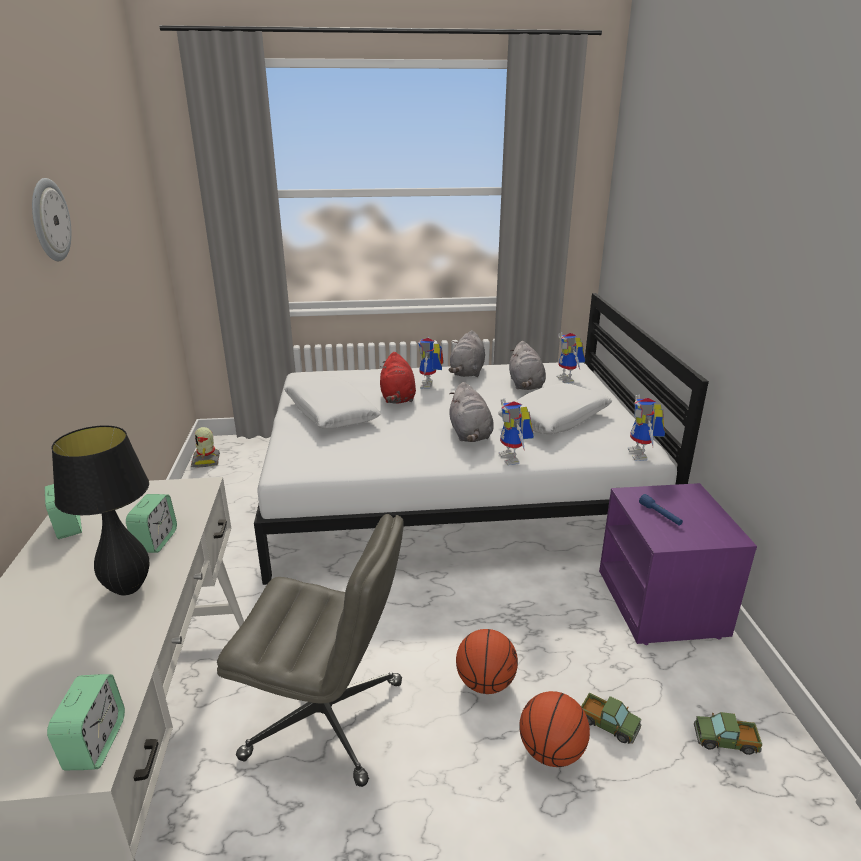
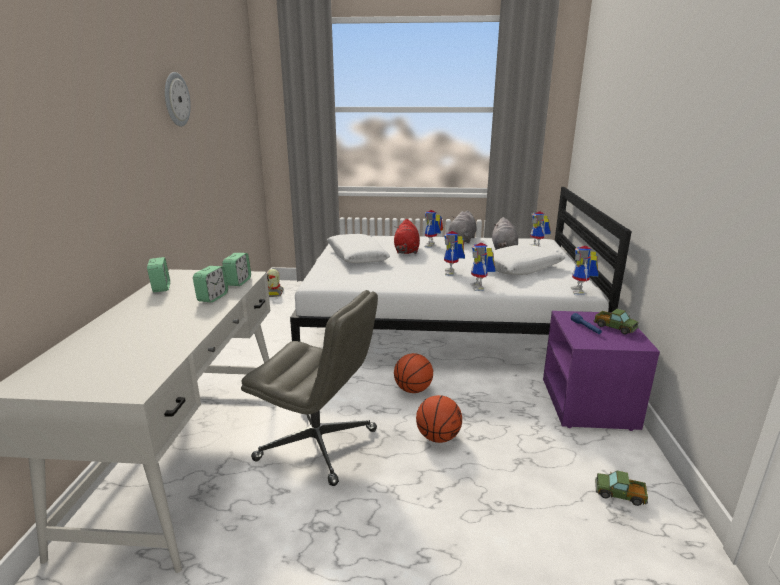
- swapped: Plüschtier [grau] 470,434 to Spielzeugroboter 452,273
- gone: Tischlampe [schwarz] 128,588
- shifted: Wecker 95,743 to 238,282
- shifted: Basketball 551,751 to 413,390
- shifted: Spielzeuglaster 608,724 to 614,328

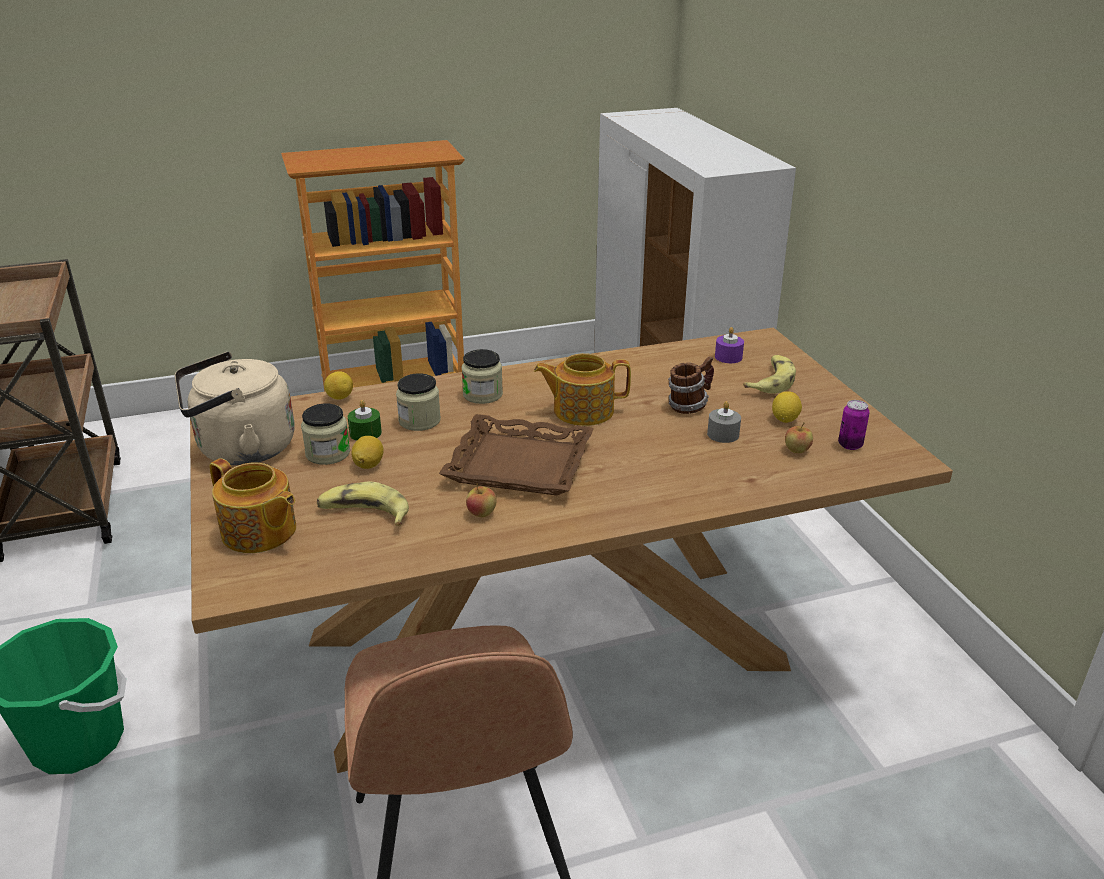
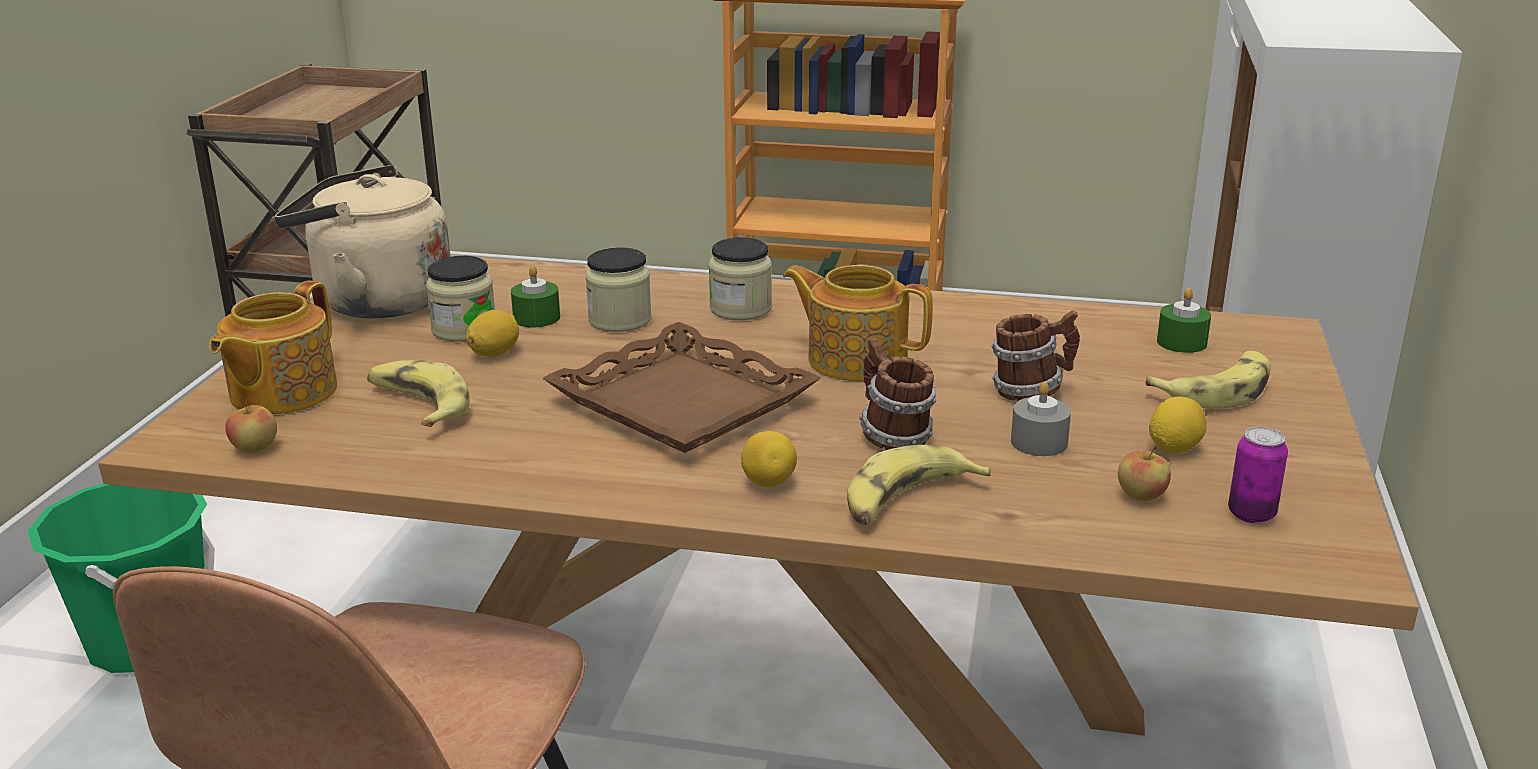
- repainted: Kerze [lila] 728,357 to Kerze [grün] 1181,342
- shifted: Zitrone 340,397 to 768,483
- rotated: Teekanne 259,532 = 281,393 45 degrees clockwise
- shifted: Apfel 481,513 to 255,448
- new: Henkelbecher 892,437
- new: Banane 907,501

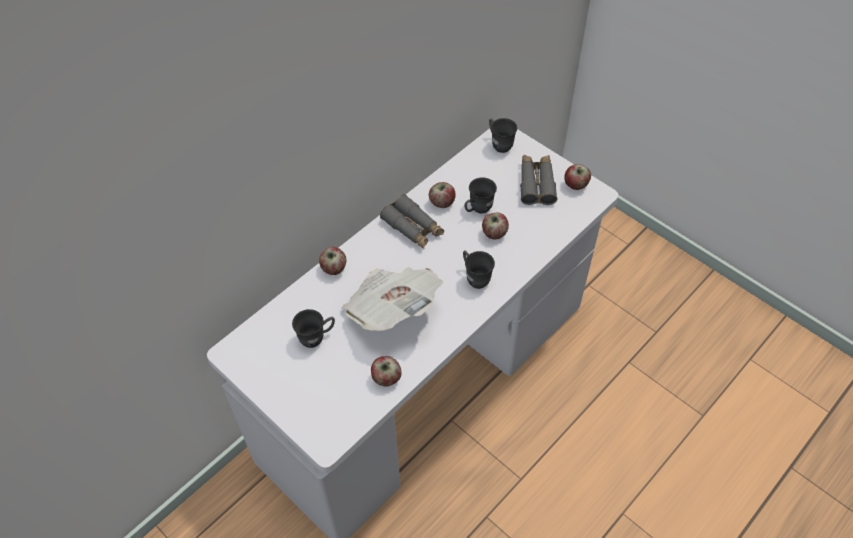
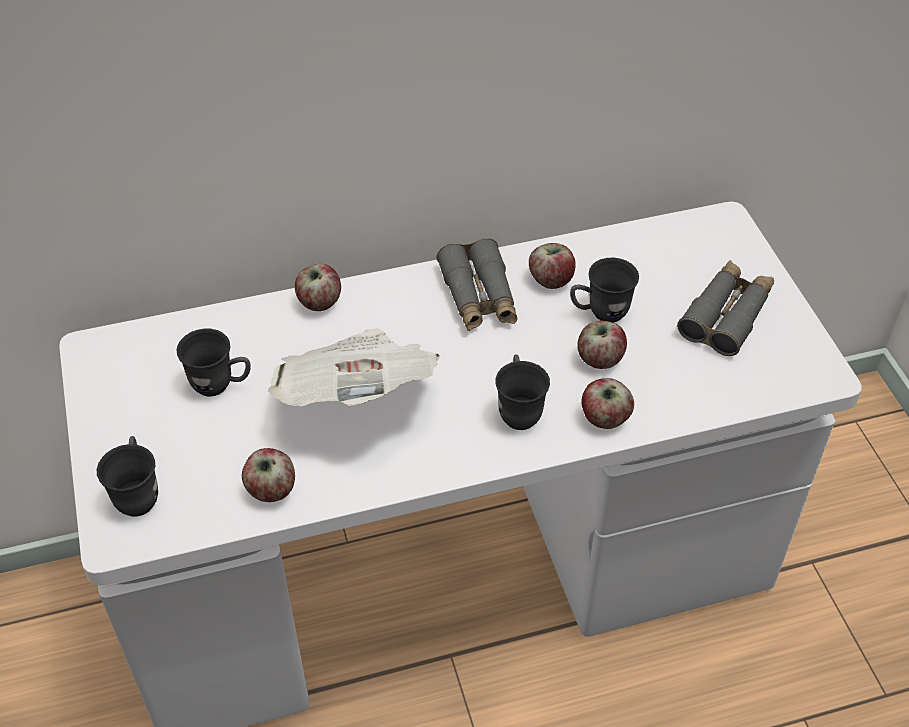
- shifted: Henkelbecher [grau] 499,144 to 138,493
- shifted: Apfel 575,185 to 604,418

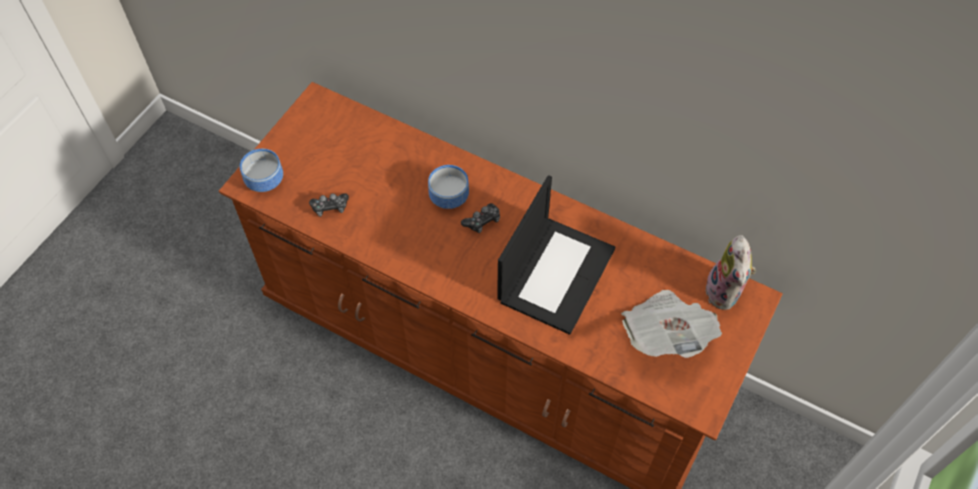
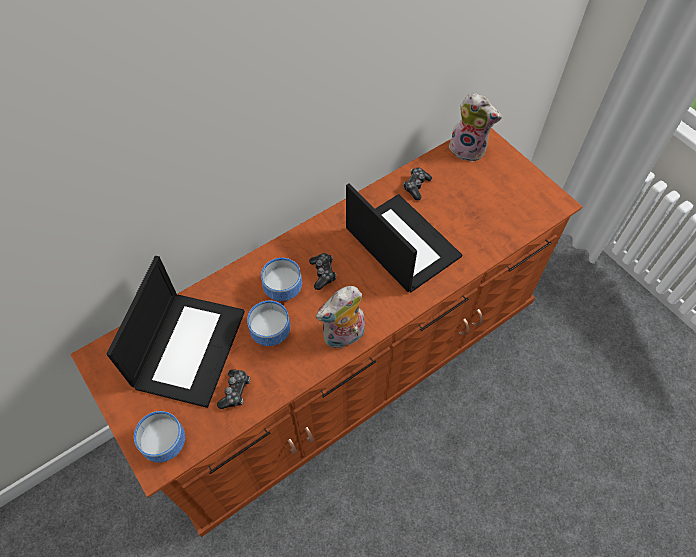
- gone: Zeitung 666,334
- new: Gamepad 416,186
- new: Laptop 189,347
- new: Plüschtier 344,337
- new: Schüssel 269,331

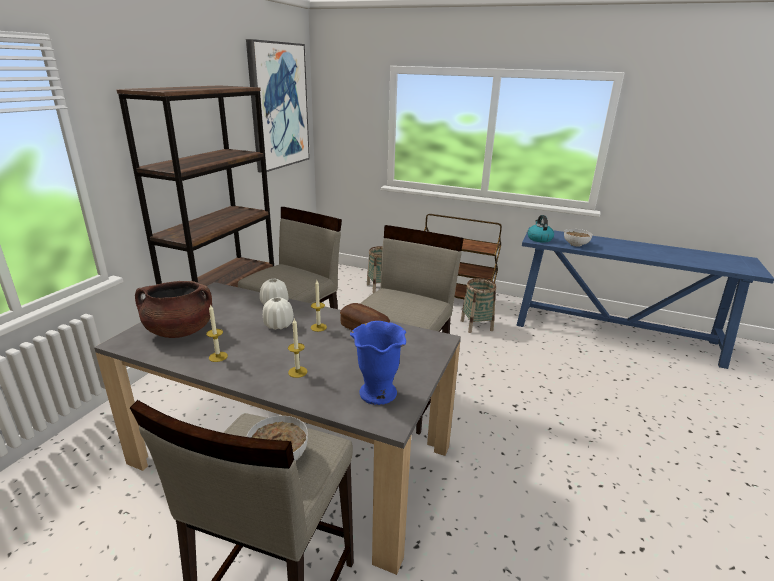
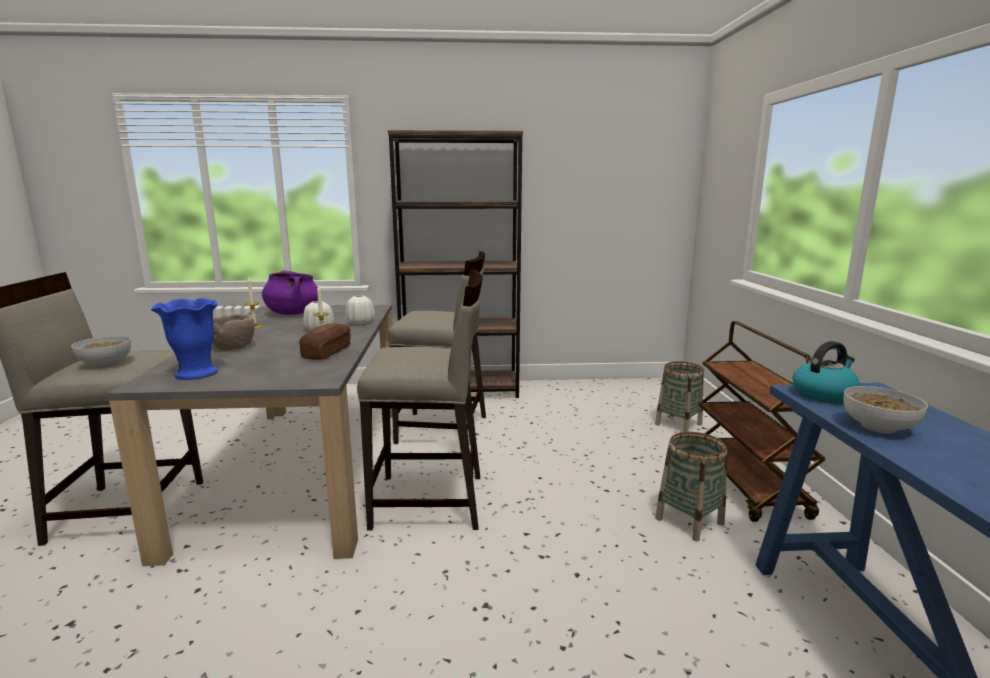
- gone: Bild 278,106
- repainted: Kochtopf [braun] 179,331 to Kochtopf [lila] 293,313
- swapped: Kerze 297,372 to Schüssel [braun] 234,347

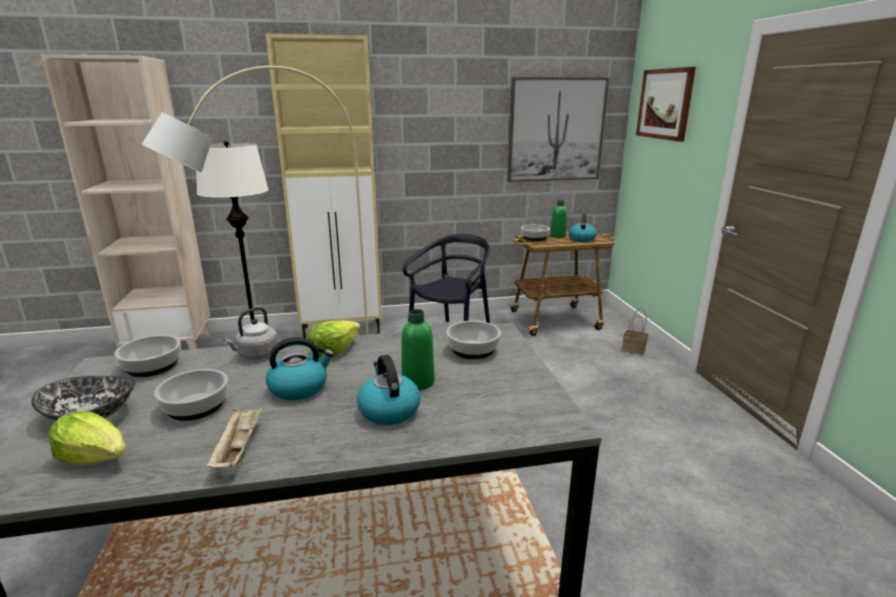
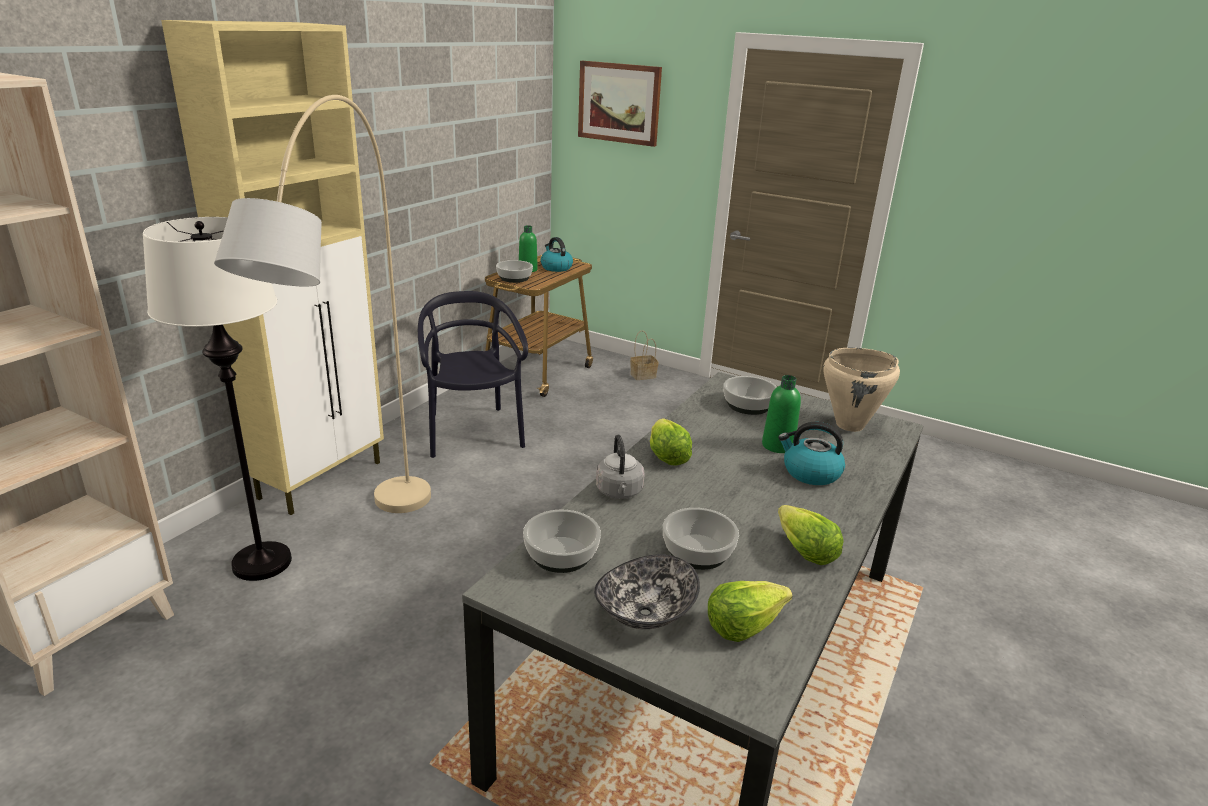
- gone: Bild 556,130
- gone: Wasserkessel 299,388
- swapped: Tablett [beige] 238,449 to Salatkopf 804,551
- new: Kochtopf [beige] 850,425

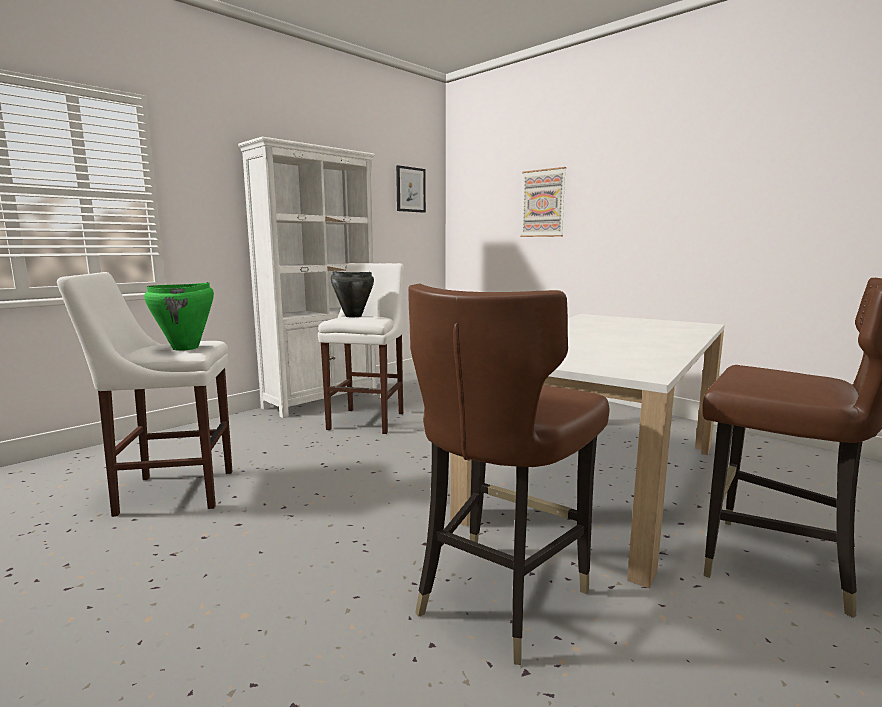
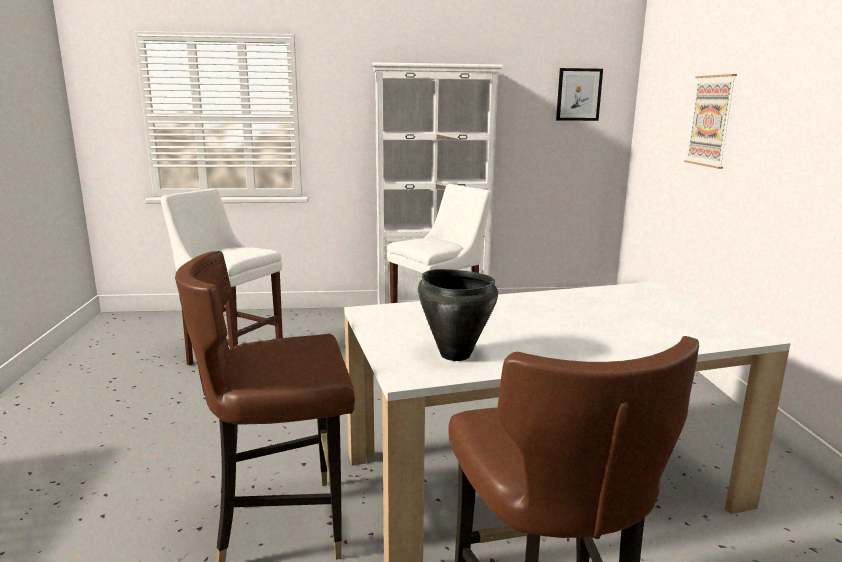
- shifted: Kochtopf [schwarz] 353,316 to 455,354
- gone: Kochtopf [grün] 186,348

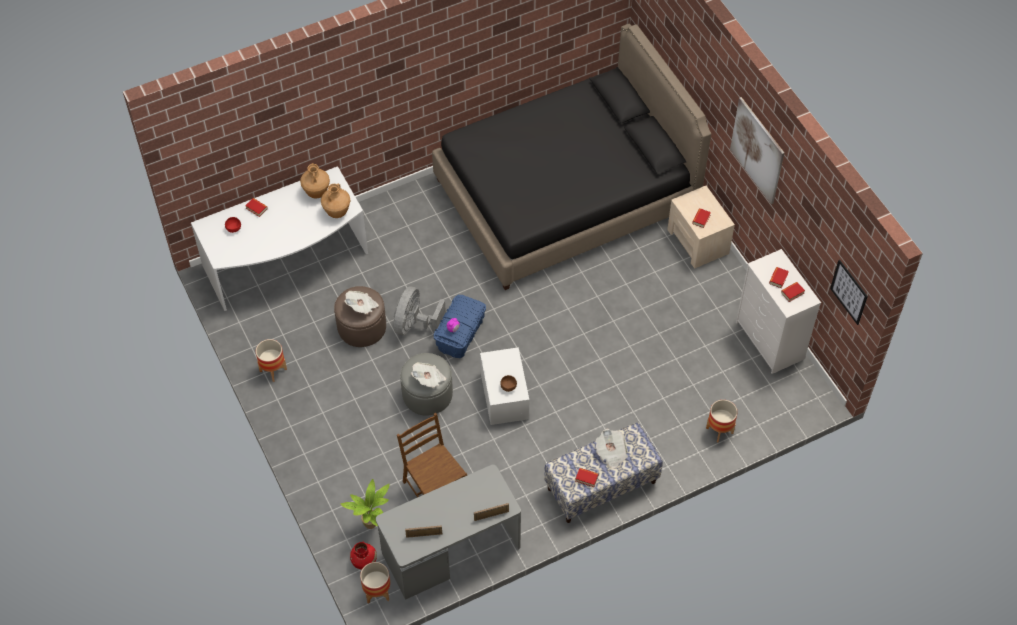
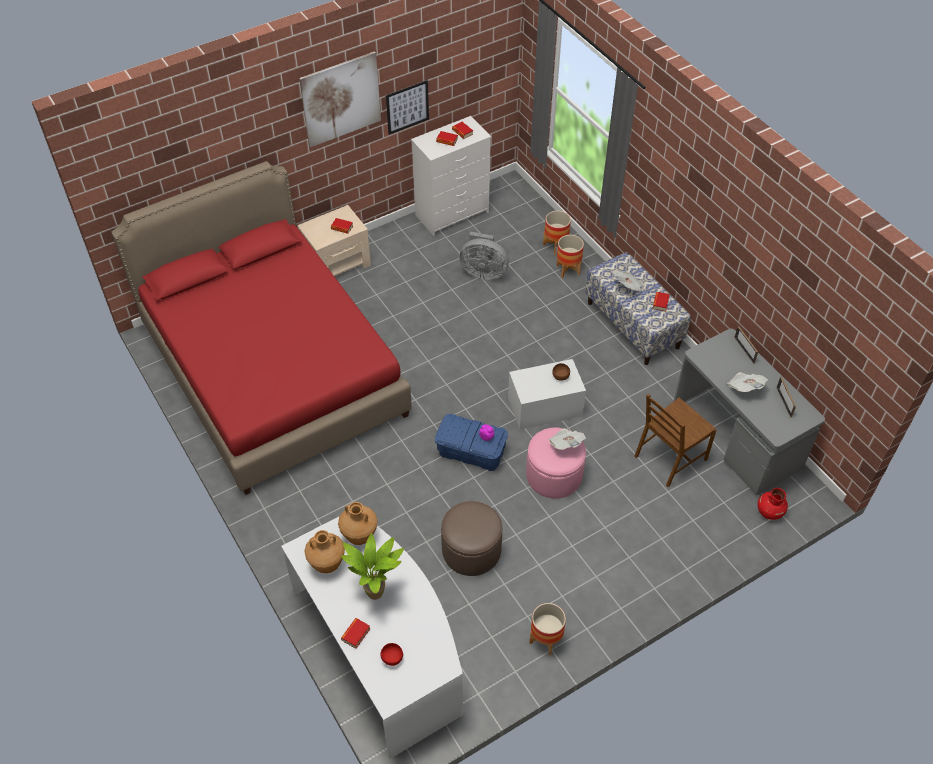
- repainted: Bett [schwarz] 565,194 to Bett [rot] 273,371
- shifted: Bild 849,292 to 407,107
- shifted: Ventilator [grau] 414,324 to 483,272
- shifted: Zeitung 362,307 to 745,387
- repainted: Polsterhocker [grau] 427,394 to Polsterhocker [rosa] 554,475
- shifted: Topfpflanze 372,525 to 377,591
- shifted: Pflanzkübel 377,592 to 568,270

